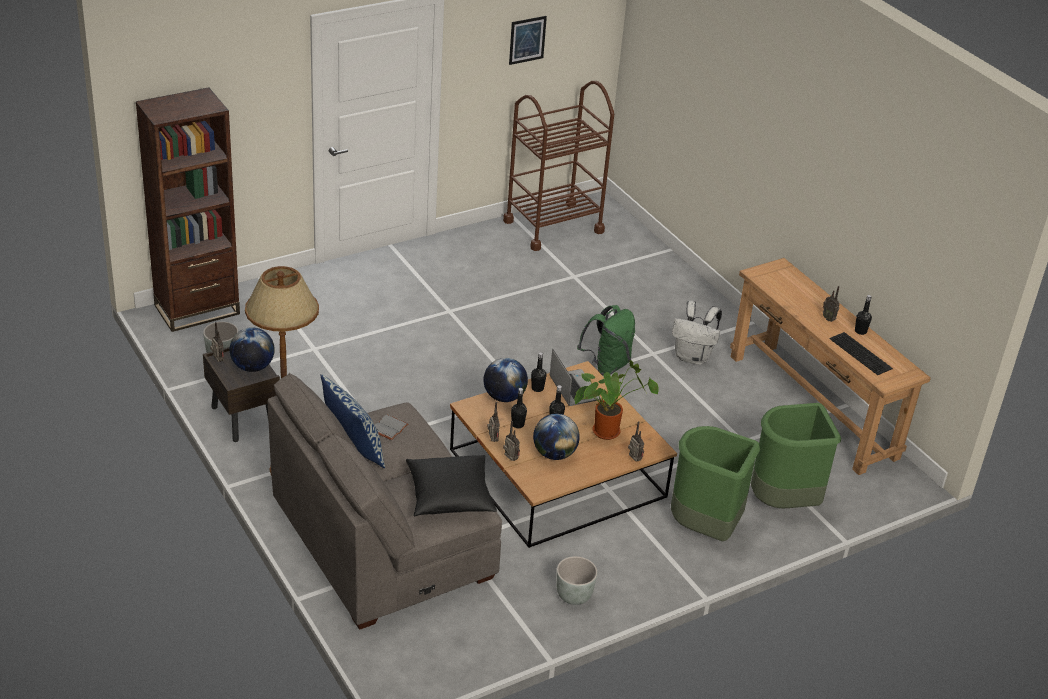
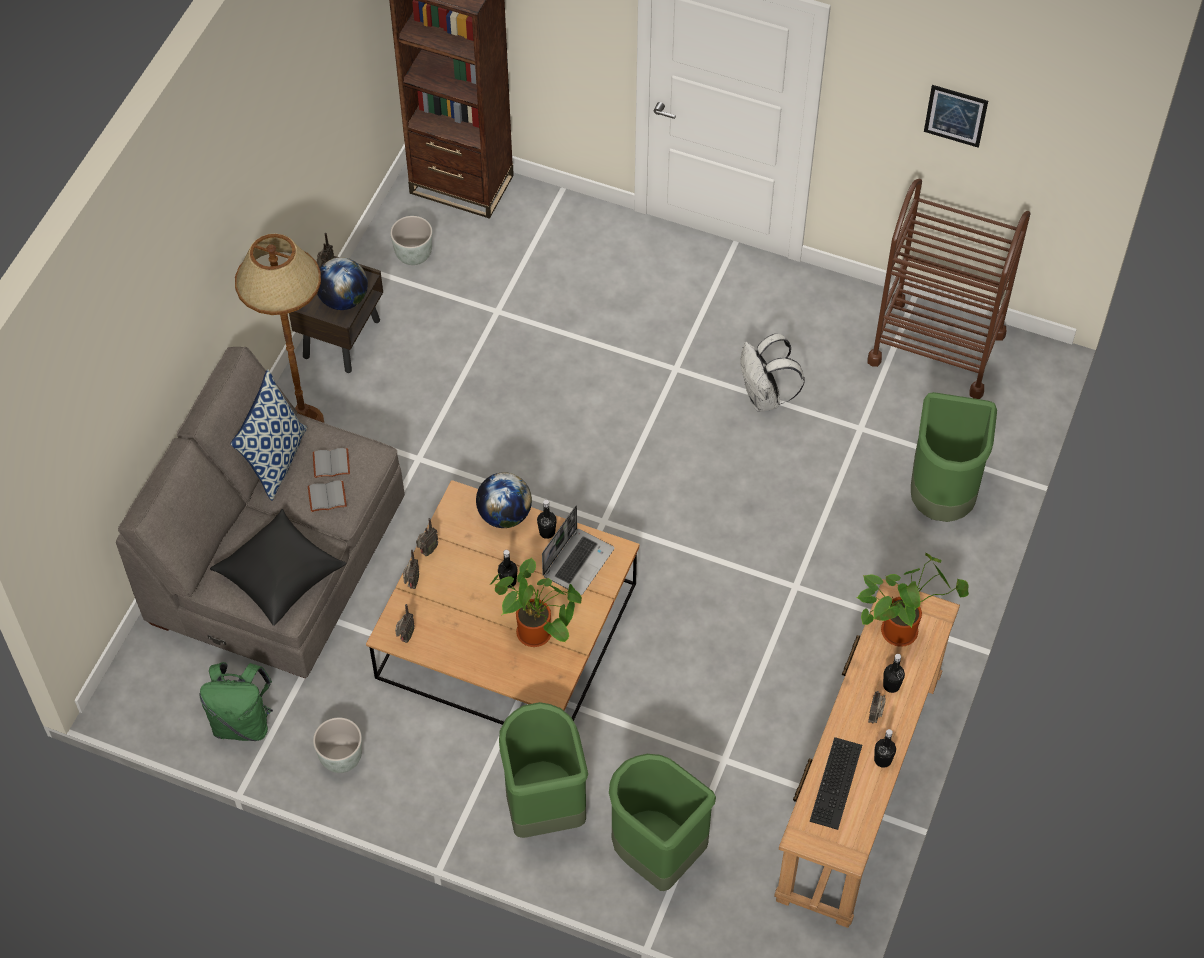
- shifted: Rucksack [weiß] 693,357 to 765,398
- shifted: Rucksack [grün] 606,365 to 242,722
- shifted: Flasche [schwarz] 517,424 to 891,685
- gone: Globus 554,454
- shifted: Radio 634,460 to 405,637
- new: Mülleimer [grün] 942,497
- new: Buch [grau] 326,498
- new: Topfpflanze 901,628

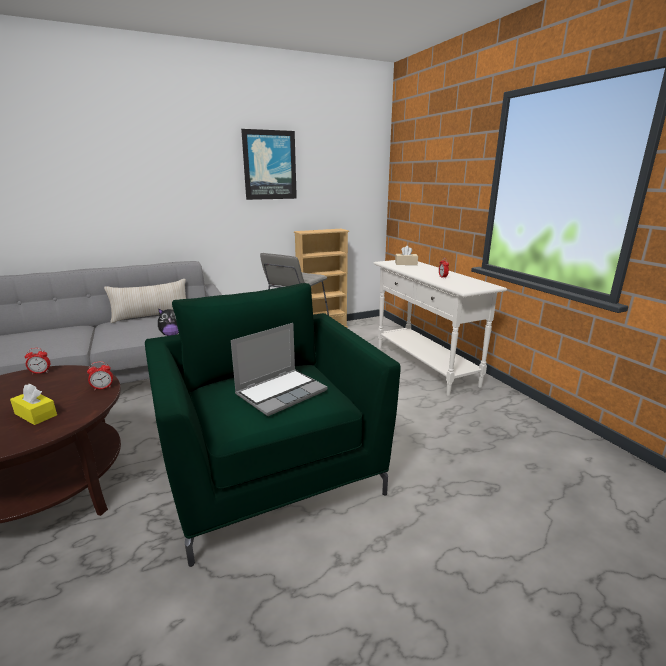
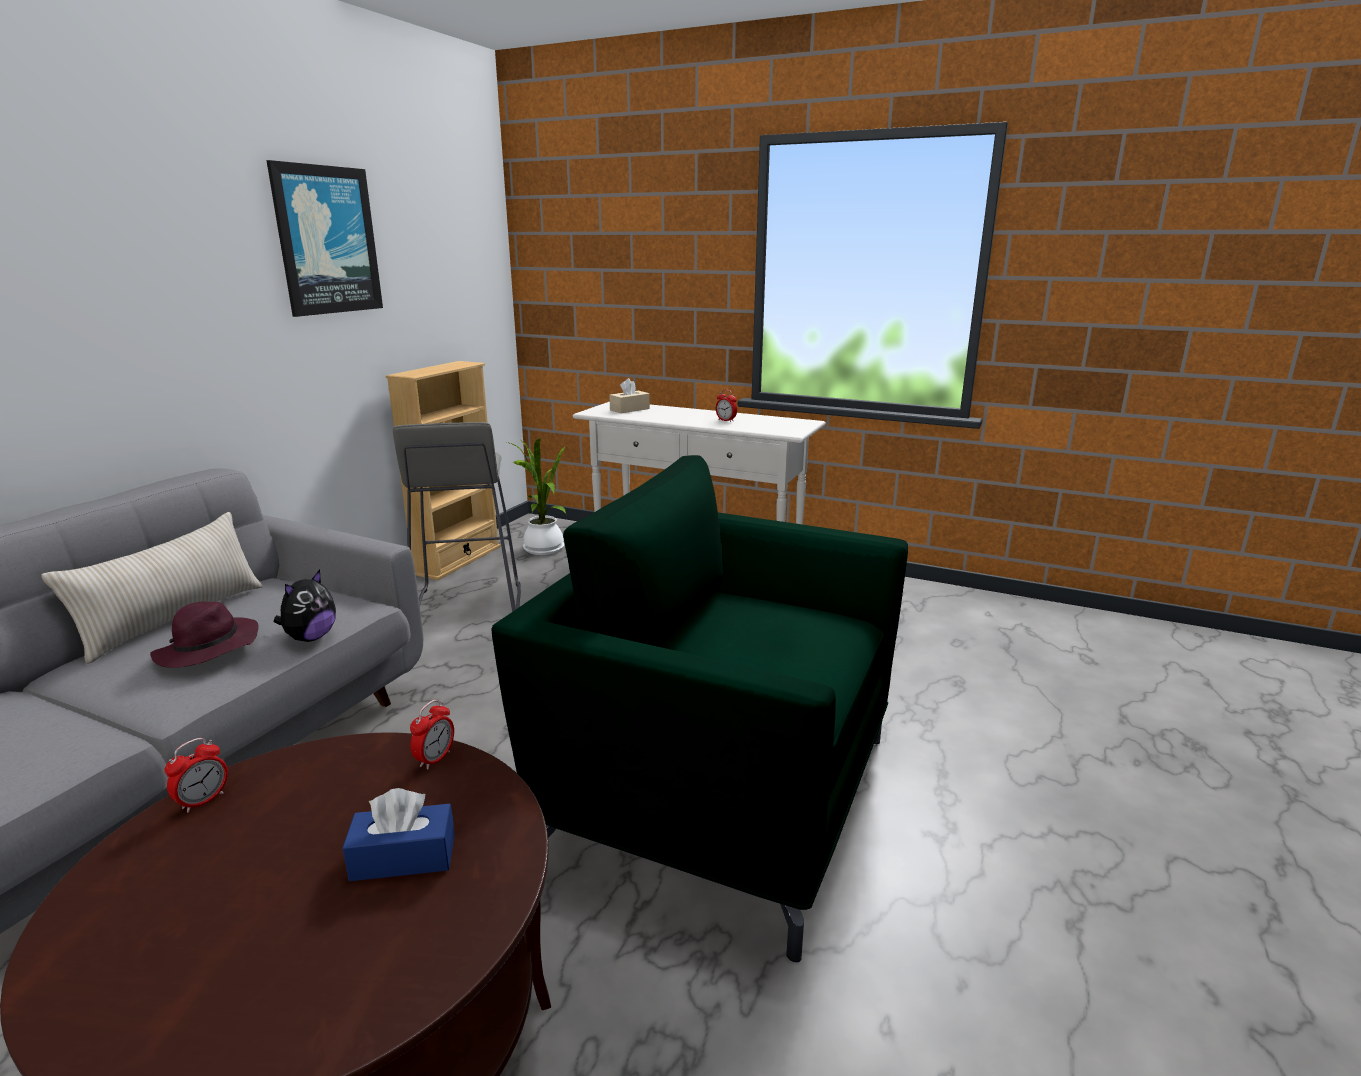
- gone: Laptop 281,392
- repainted: Taschentuchbox [gelb] 35,414 to Taschentuchbox [blau] 403,857
- new: Topfpflanze 543,550
- new: Hut [lila] 208,649

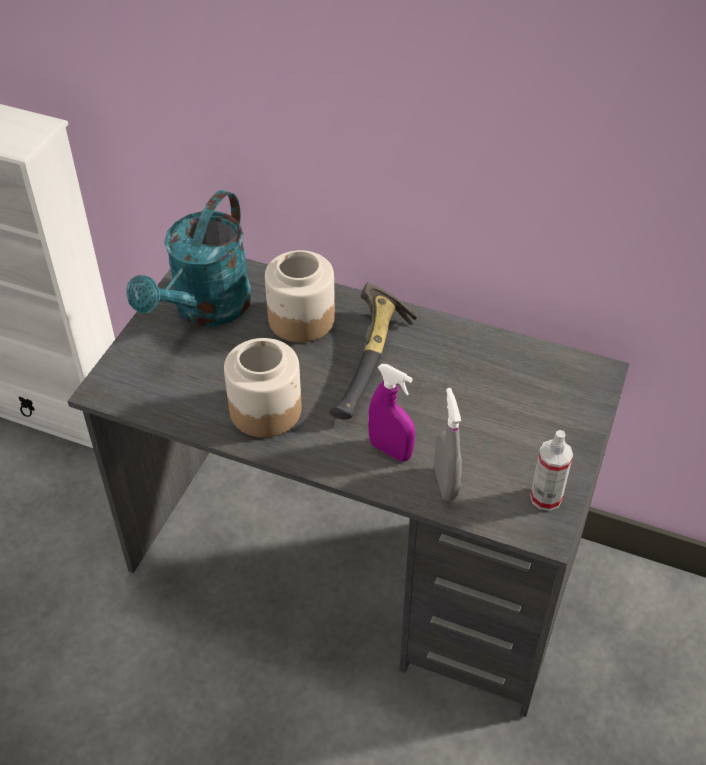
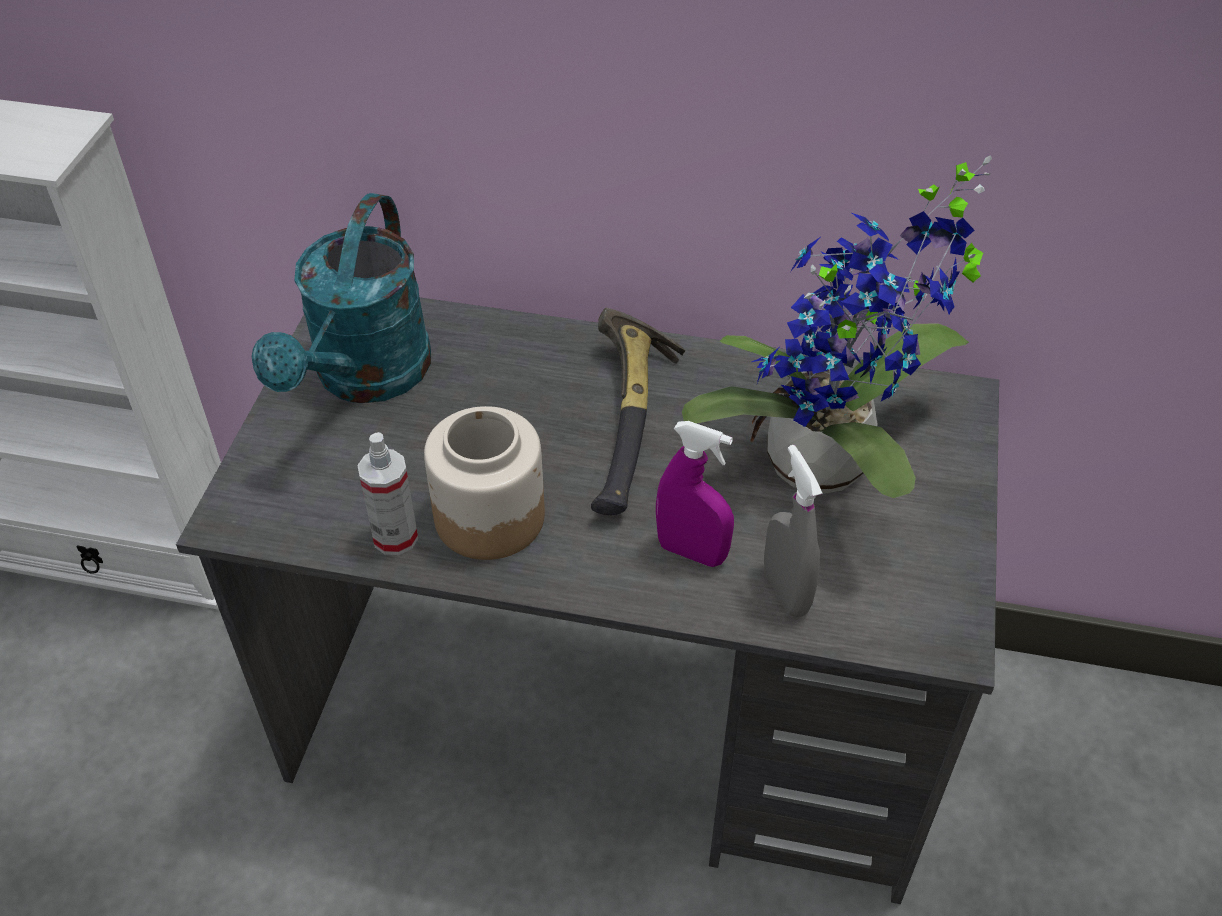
- gone: Vorratsglas 300,319
- shifted: Sprühflasche 546,498 to 395,537
- new: Topfpflanze 827,470

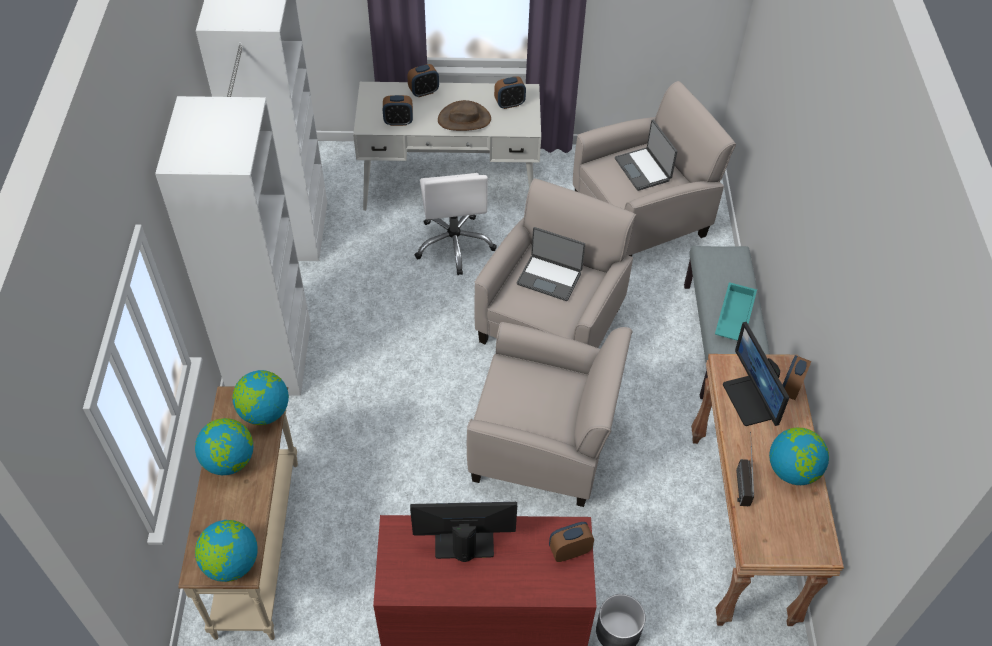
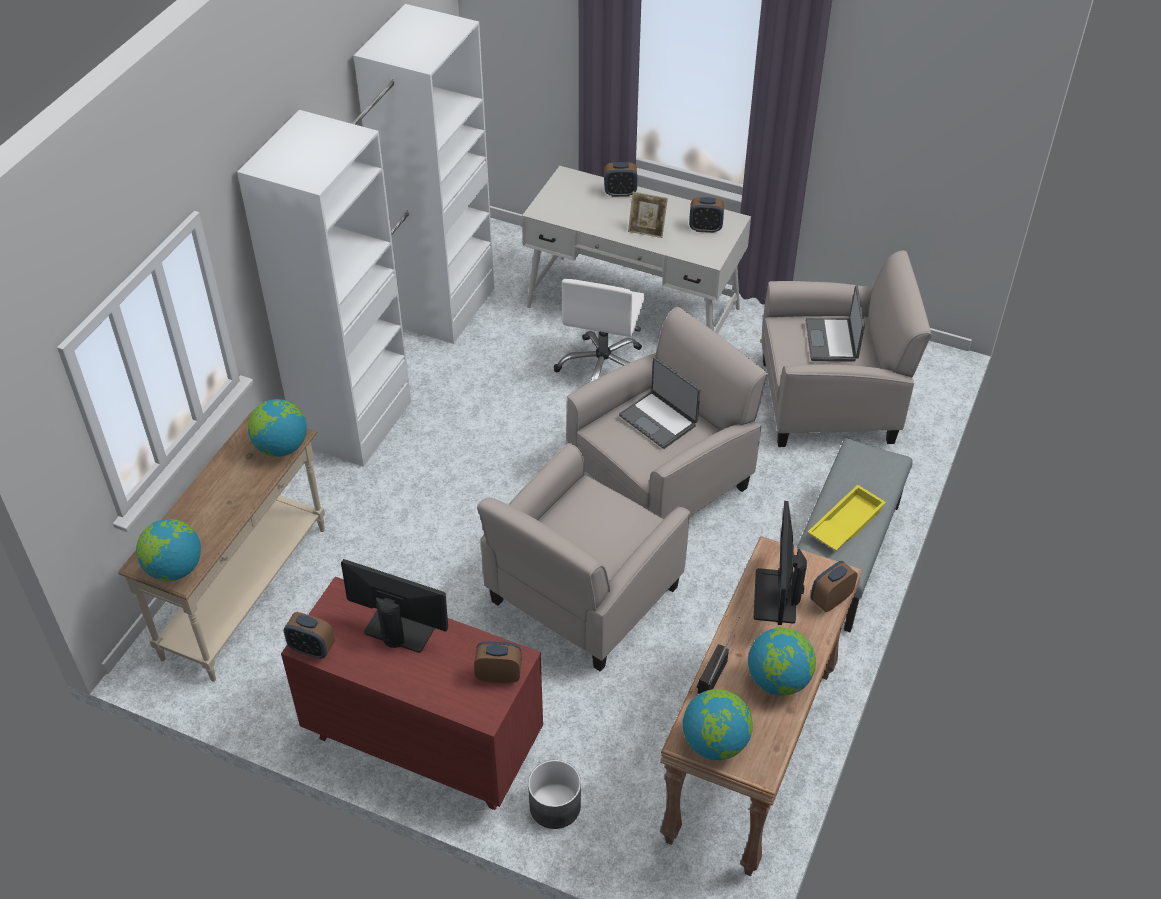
- shifted: Wecker 398,122 to 312,649
- swapped: Hut [braun] 464,119 to Bilderrahmen 647,231
- repainted: Tablett [türkis] 733,316 to Tablett [gelb] 845,523
- rotated: Sessel [beige] 543,444 = 582,596 90 degrees clockwise
- shifted: Globus 229,461 to 715,742

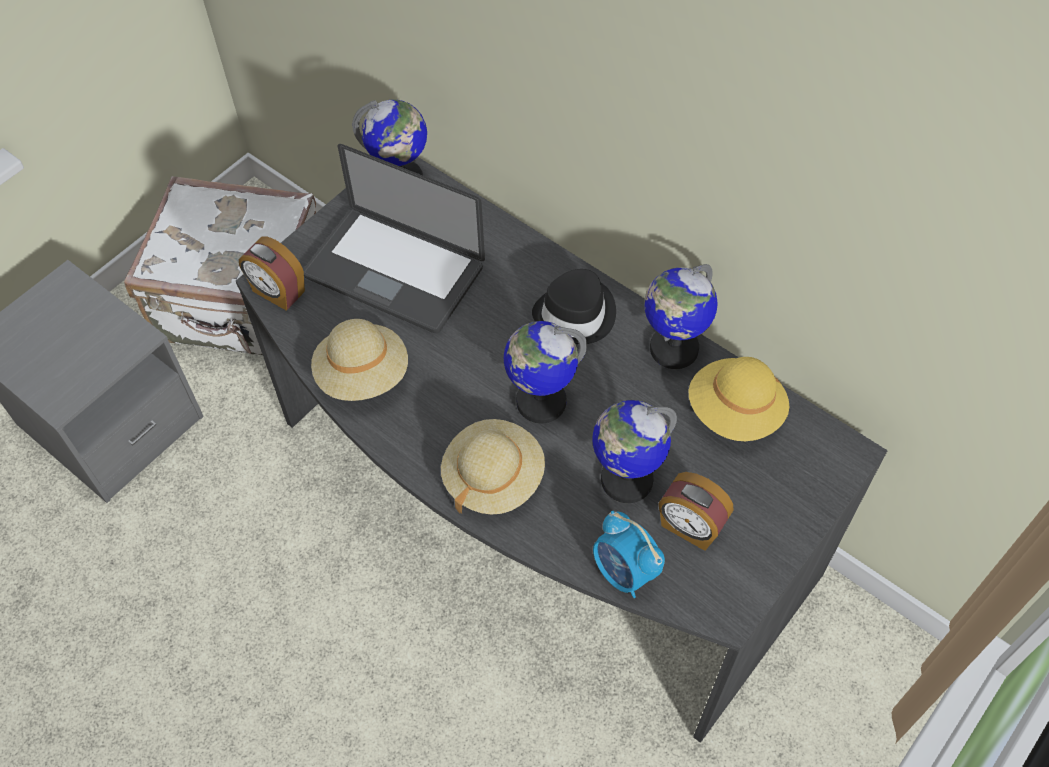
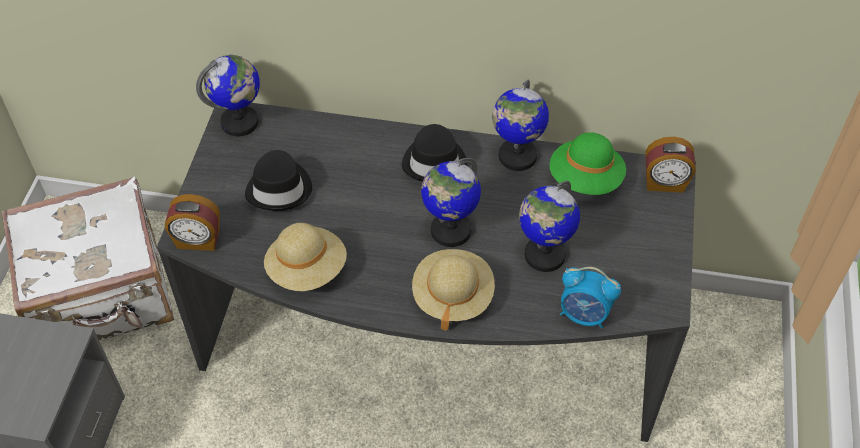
- swapped: Laptop 394,272 to Hut [schwarz] 280,188
- repainted: Hut [gelb] 735,412 to Hut [grün] 585,179
- shifted: Wecker 690,527 to 664,183

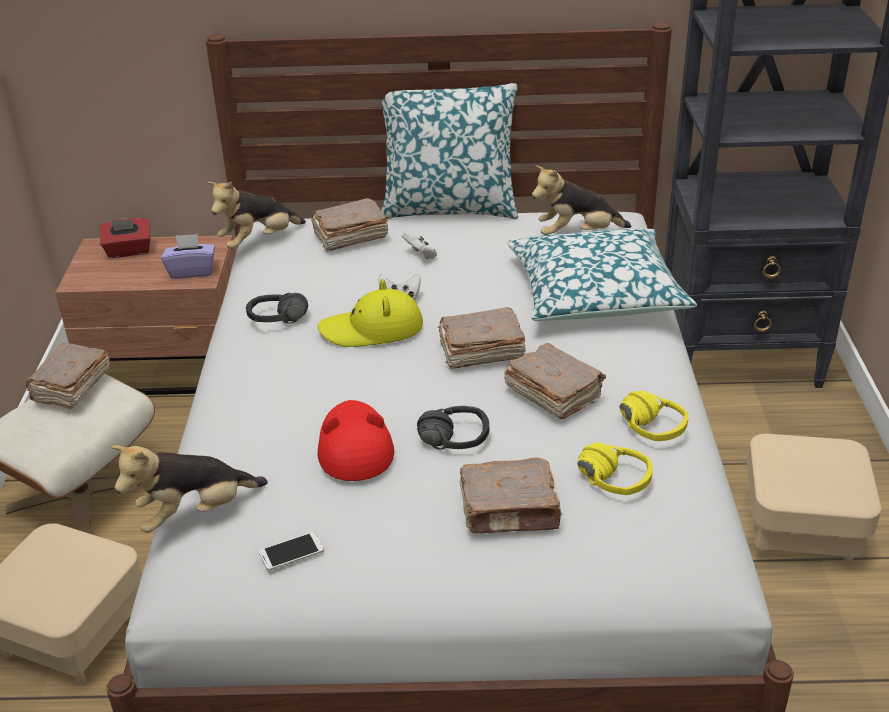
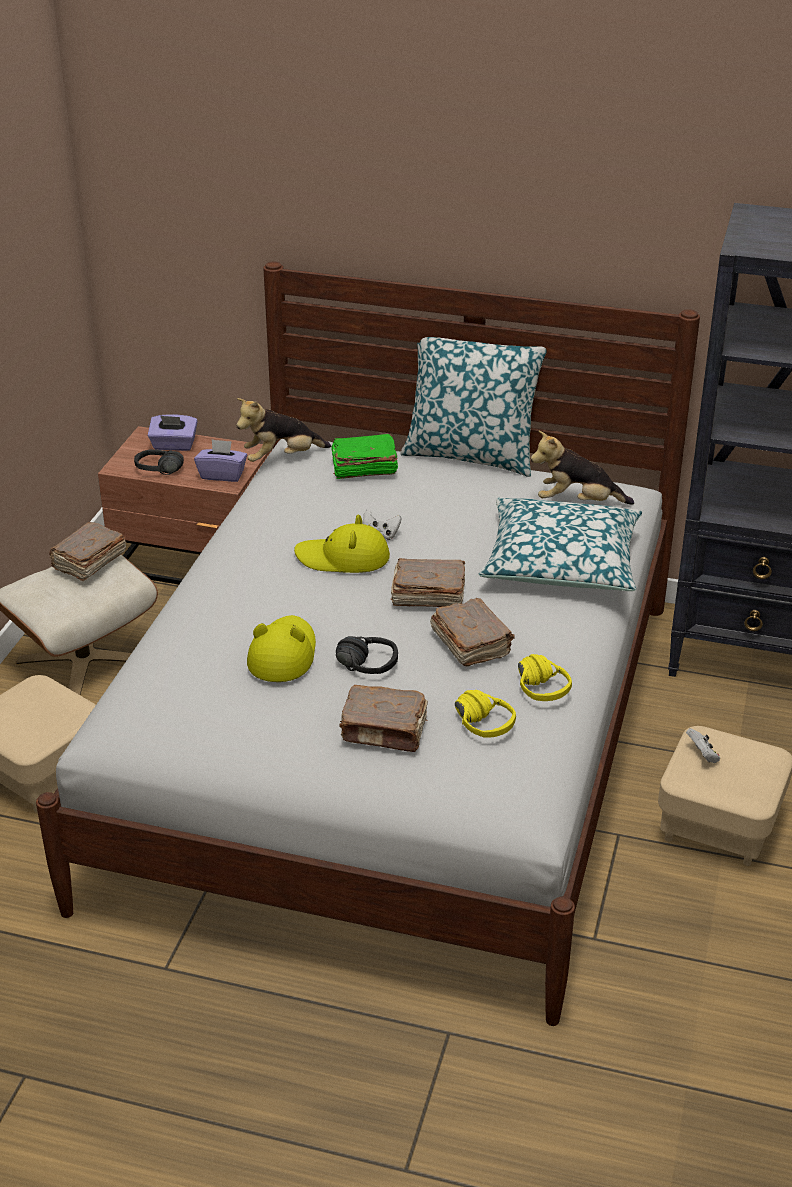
- repainted: Buch [braun] 349,237 to Buch [grün] 363,468
- repainted: Taschentuchbox [rot] 129,251 to Taschentuchbox [lila] 174,445
- shifted: Gamepad [weiß] 420,255 to 702,755
- shifted: Kopfhörer [schwarz] 278,324 to 157,473
- repainted: Hut [rot] 354,446 to Hut [gelb] 282,654
- gone: Plüschtier 195,513
- gone: Handy 291,551

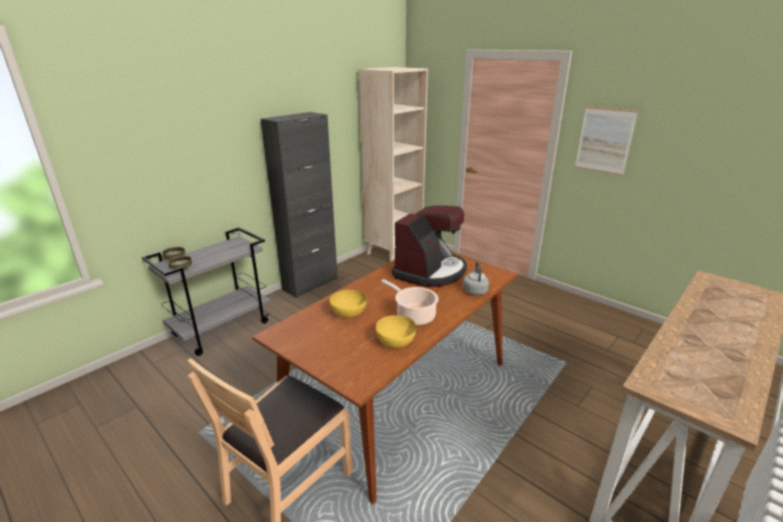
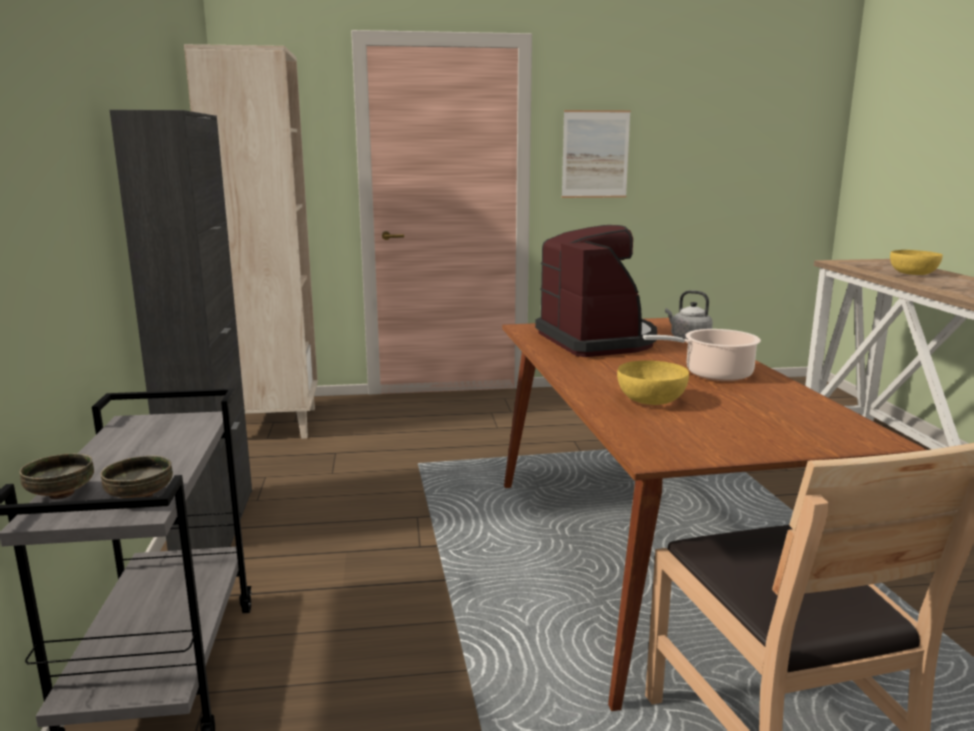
- shifted: Schüssel [gelb] 395,341 to 912,273

